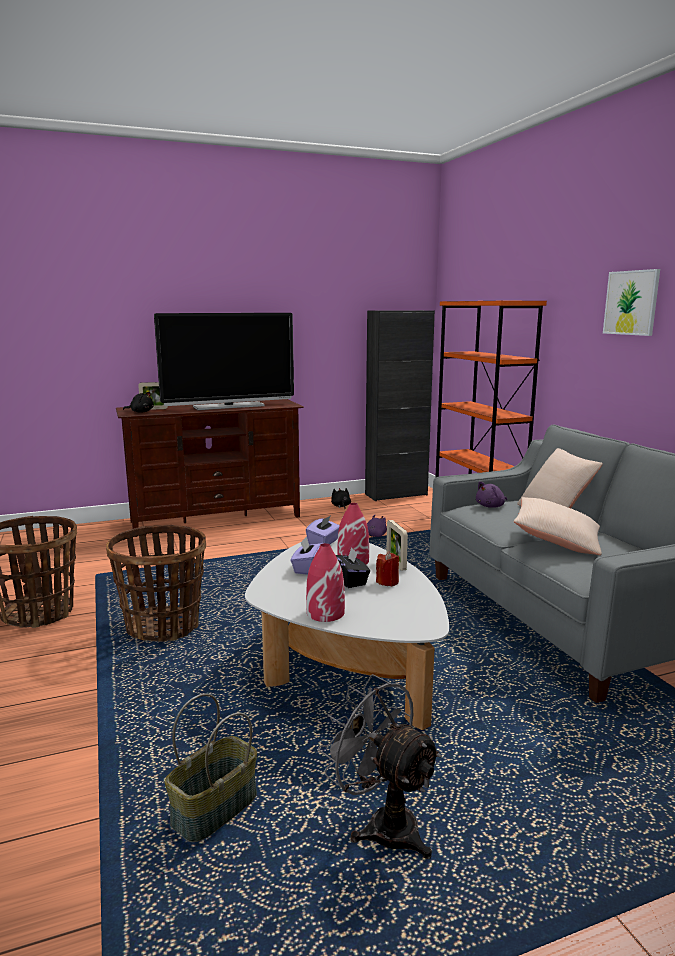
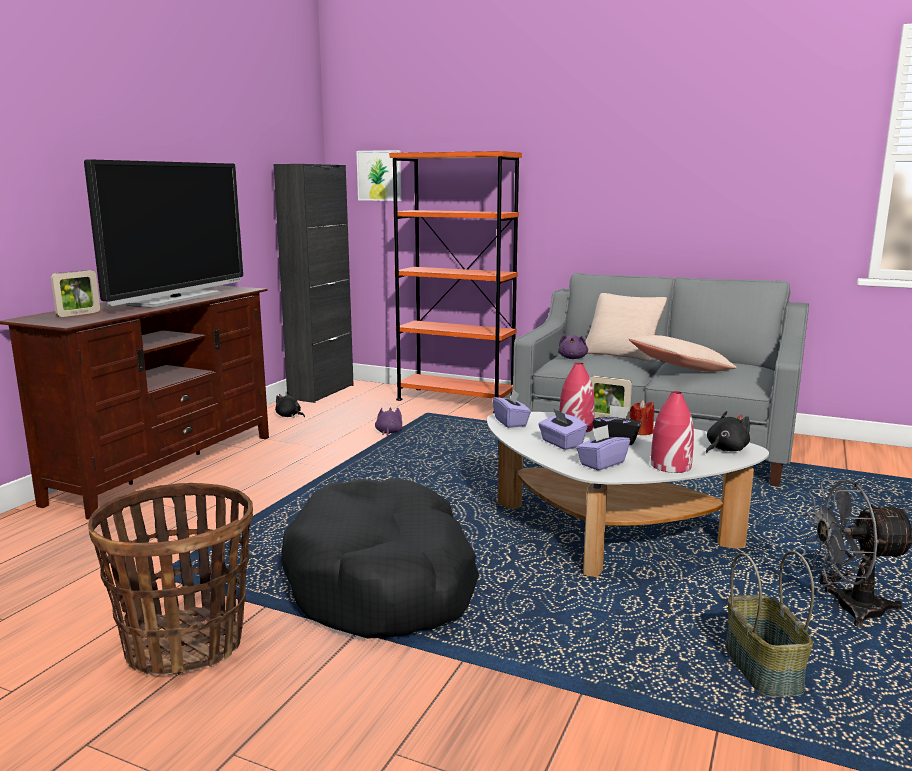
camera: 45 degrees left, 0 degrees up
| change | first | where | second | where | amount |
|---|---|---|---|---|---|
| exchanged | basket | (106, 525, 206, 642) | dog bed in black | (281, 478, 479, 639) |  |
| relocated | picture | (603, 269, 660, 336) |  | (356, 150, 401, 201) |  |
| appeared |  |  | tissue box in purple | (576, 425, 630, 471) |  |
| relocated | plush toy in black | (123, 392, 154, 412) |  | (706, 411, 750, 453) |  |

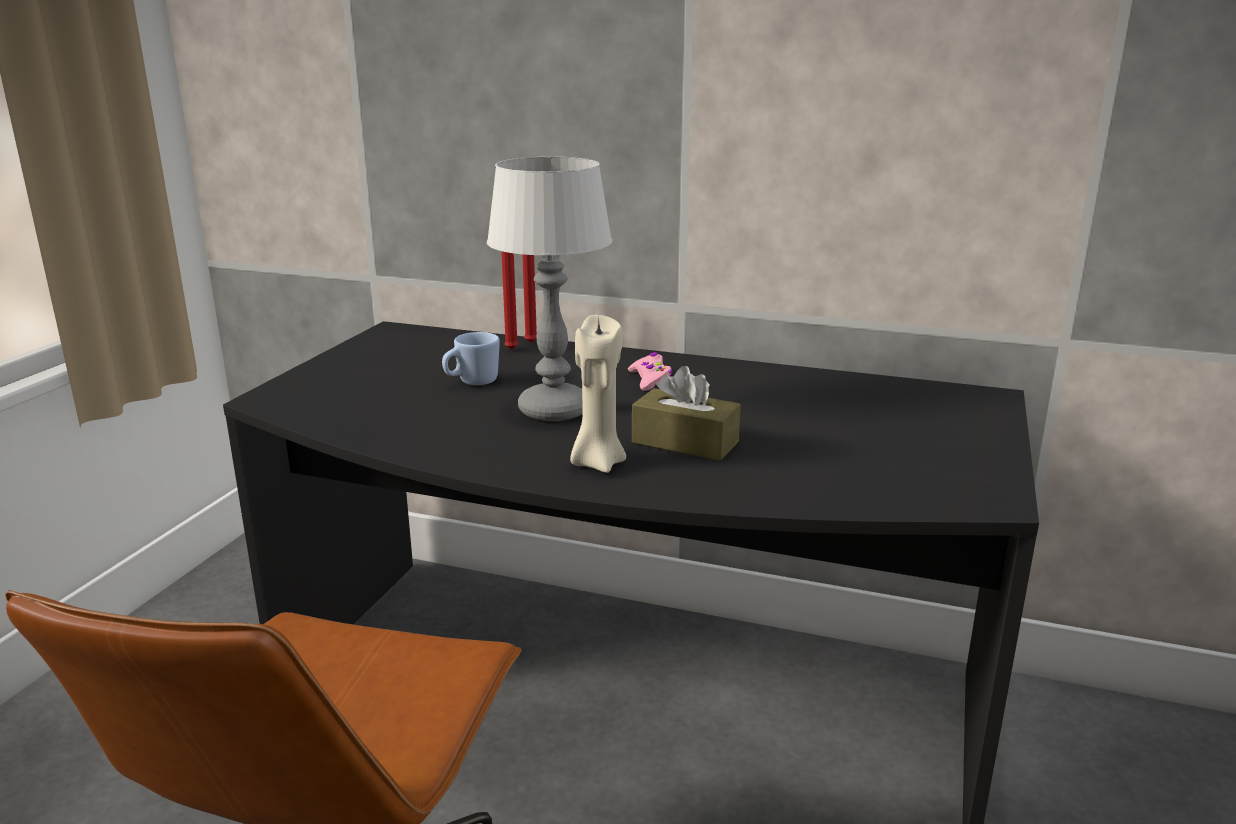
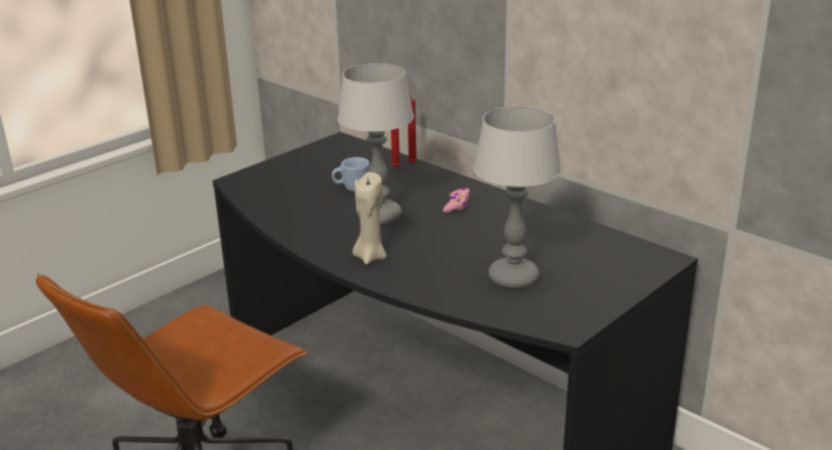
camera: 25 degrees right, 5 degrees up
| change | first | where | second | where | amount |
|---|---|---|---|---|---|
| appeared |  |  | table lamp | (474, 106, 561, 289) |  |
| missing | tissue box in brown | (632, 366, 741, 461) |  |  |  |

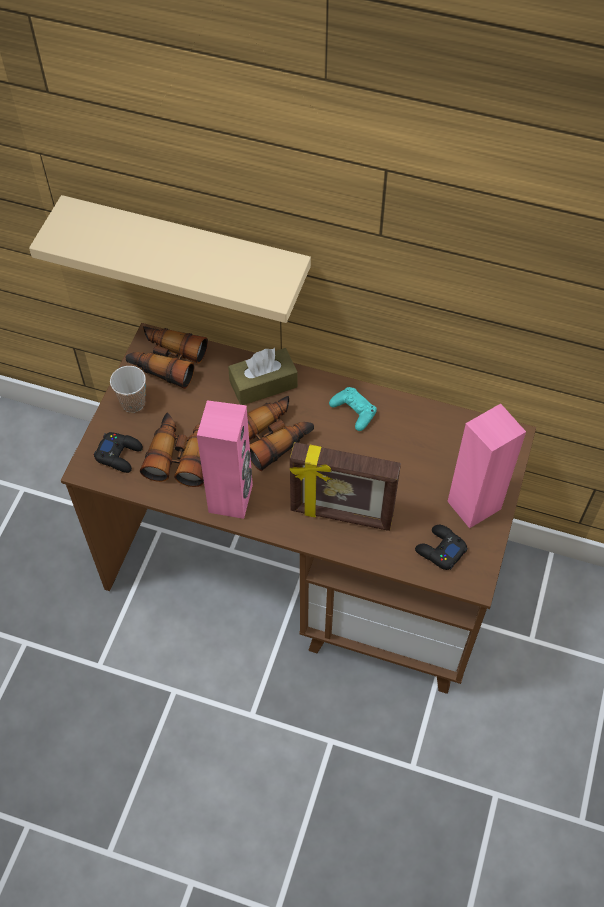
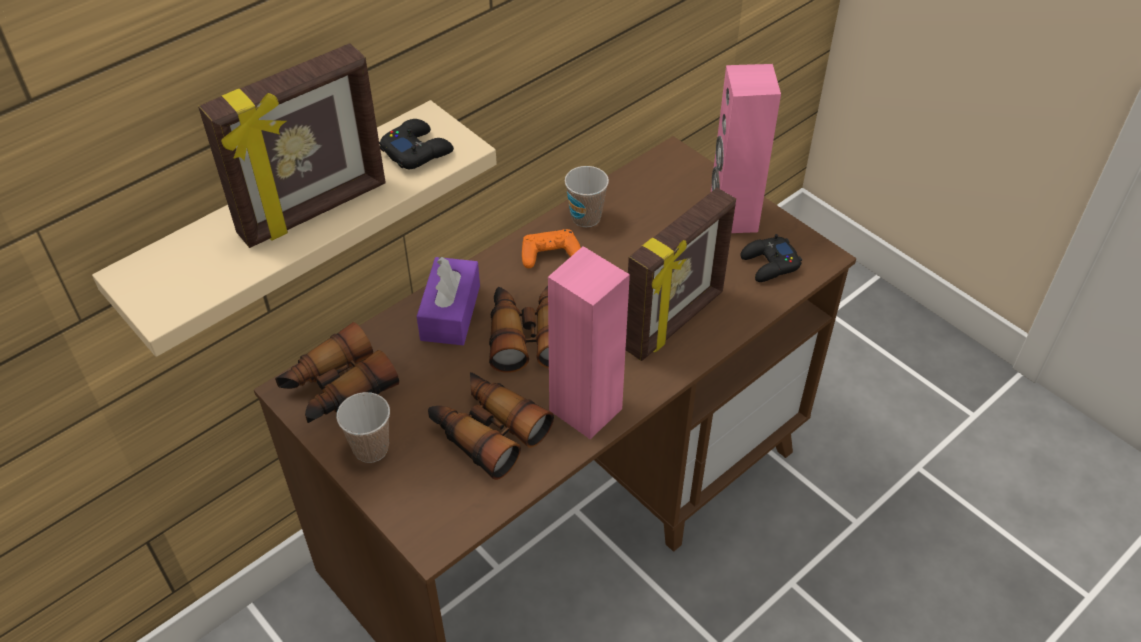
camera: 60 degrees left, 10 degrees down
| change | first | where | second | where | amount |
|---|---|---|---|---|---|
| appeared |  |  | picture frame | (198, 43, 386, 248) |  |
| relocated | game controller in black | (94, 432, 143, 473) |  | (379, 119, 454, 169) |  |
| colour | tissue box in brown | (228, 348, 298, 405) | tissue box in purple | (417, 257, 480, 345) |  |
| colour | game controller in turquoise | (329, 387, 377, 431) | game controller in orange | (522, 229, 581, 268) |  |
| appeared |  |  | cup | (565, 166, 609, 227) |  |

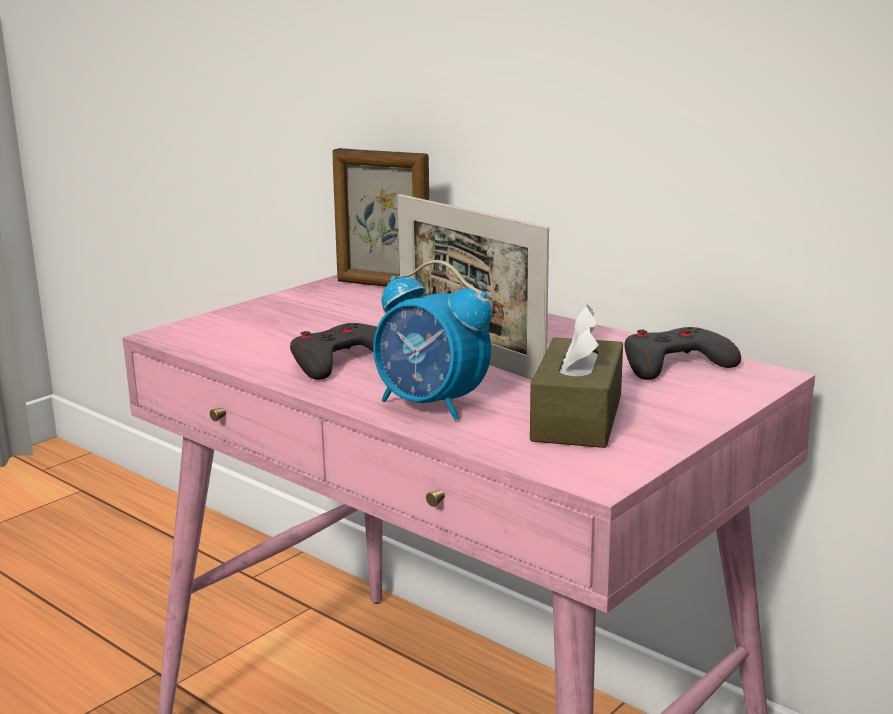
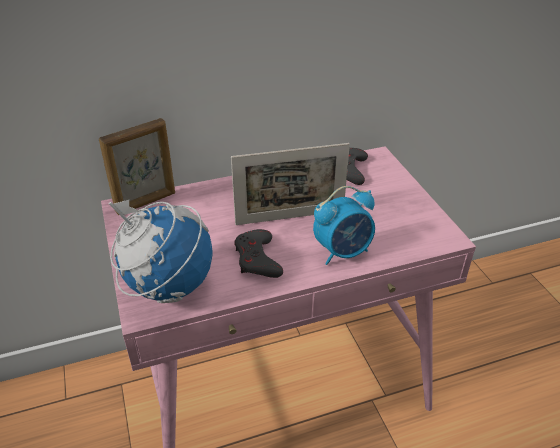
camera: 60 degrees left, 20 degrees up
| change | first | where | second | where | amount |
|---|---|---|---|---|---|
| appeared |  |  | globe | (109, 200, 213, 303) |  |
| missing | tissue box in brown | (530, 305, 623, 448) |  |  |  |

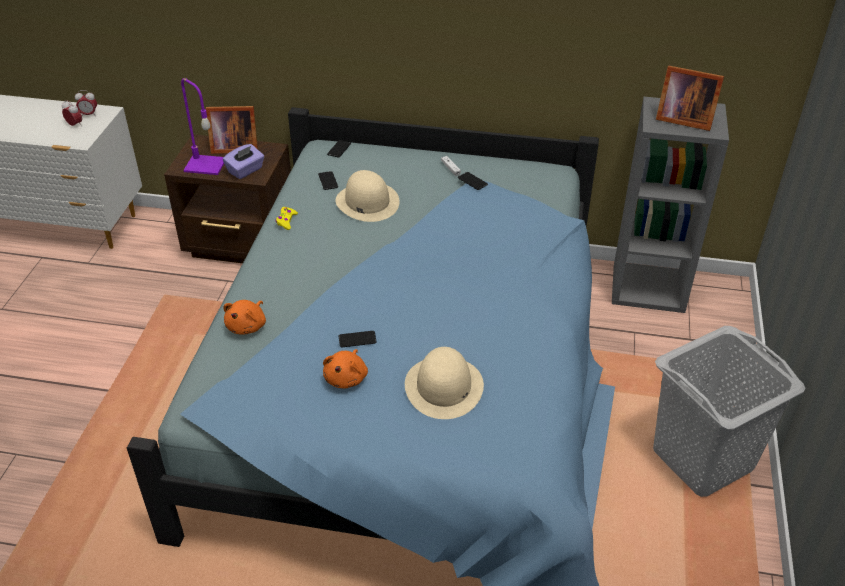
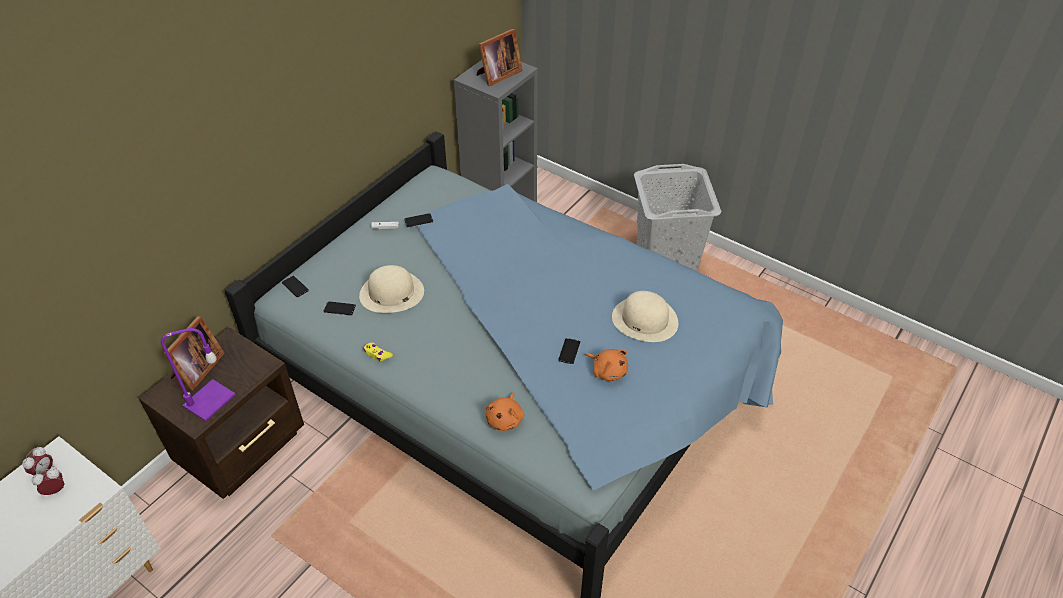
camera: 65 degrees left, 5 degrees up
| change | first | where | second | where | amount |
|---|---|---|---|---|---|
| spun | plush toy in orange | (223, 300, 266, 335) |  | (486, 393, 524, 431) | 60 degrees clockwise |
| missing | tissue box in purple | (223, 144, 264, 179) |  |  |  |

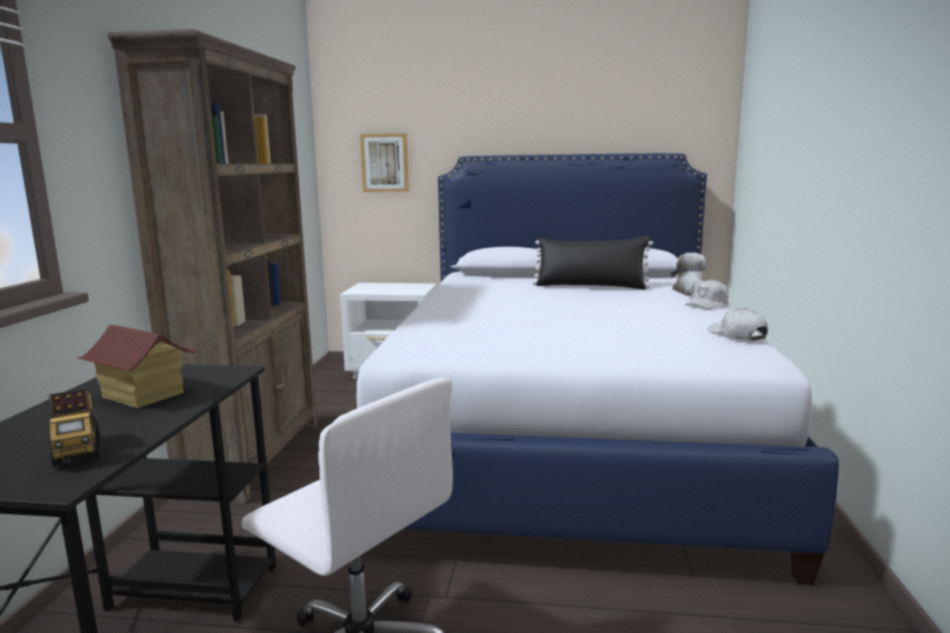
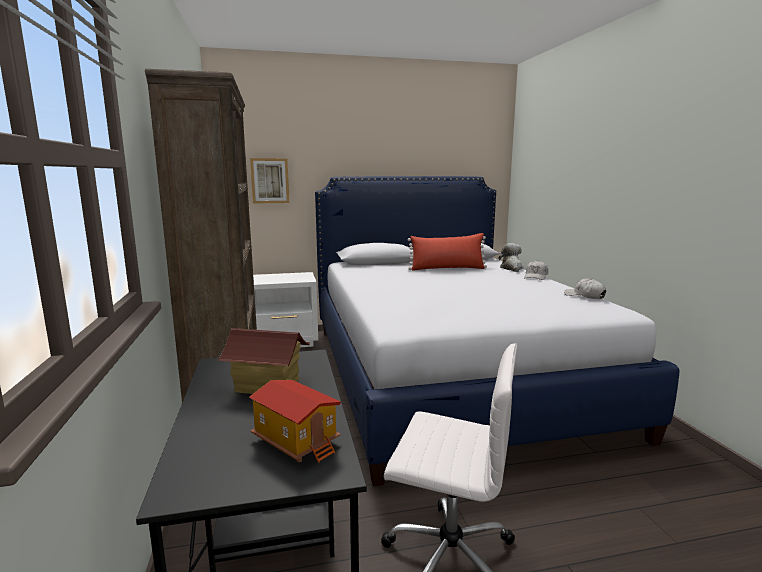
camera: 20 degrees left, 0 degrees up
| change | first | where | second | where | amount |
|---|---|---|---|---|---|
| exchanged | toy truck | (49, 389, 100, 467) | toy house | (249, 380, 341, 463) |  |
| colour | pillow in black | (532, 236, 653, 290) | pillow in red | (408, 233, 487, 271) |  |

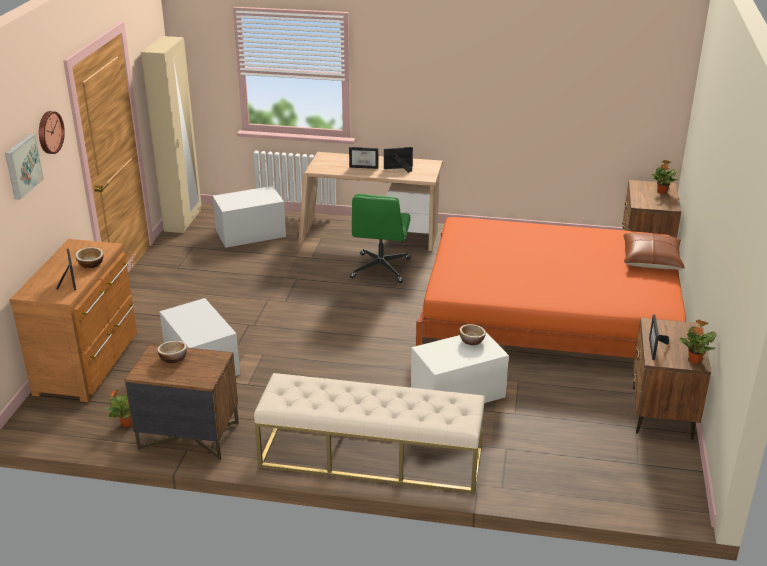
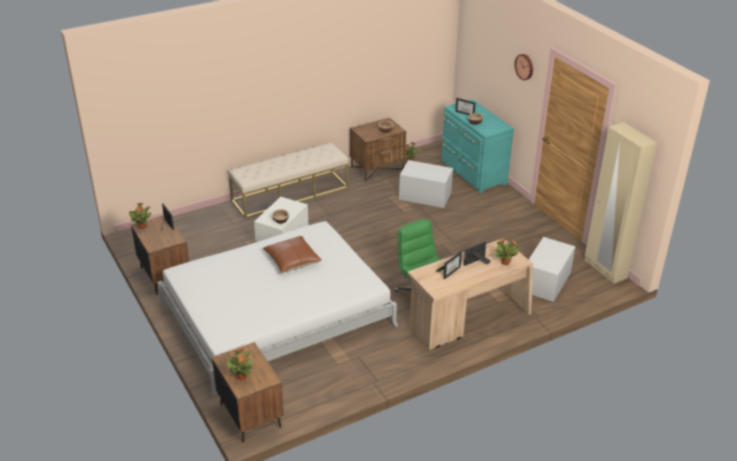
camera: 140 degrees right, 5 degrees up
| change | first | where | second | where | amount |
|---|---|---|---|---|---|
| colour | bed in orange | (416, 217, 686, 358) | bed in white | (157, 221, 398, 396) |  |
| relocated | pillow in brown | (623, 233, 685, 270) |  | (263, 236, 322, 273) |  |
| colour | dresser in brown | (9, 239, 137, 402) | dresser in turquoise | (441, 99, 514, 193) |  |
| appeared |  |  | potted plant | (495, 239, 520, 265) |  |
| missing | picture | (5, 134, 44, 200) |  |  |  |

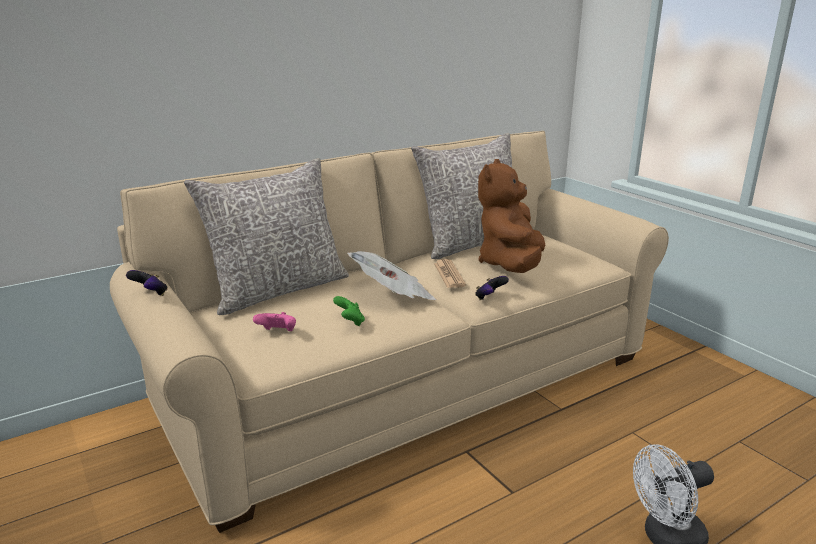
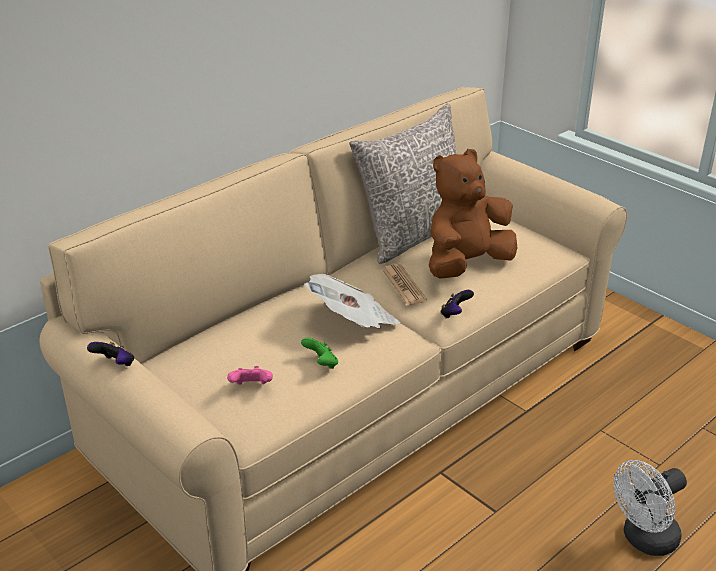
camera: 10 degrees left, 10 degrees up
| change | first | where | second | where | amount |
|---|---|---|---|---|---|
| spun | plush toy in brown | (478, 159, 545, 273) |  | (429, 149, 517, 279) | 45 degrees clockwise |
| missing | pillow in grey | (184, 158, 349, 315) |  |  |  |

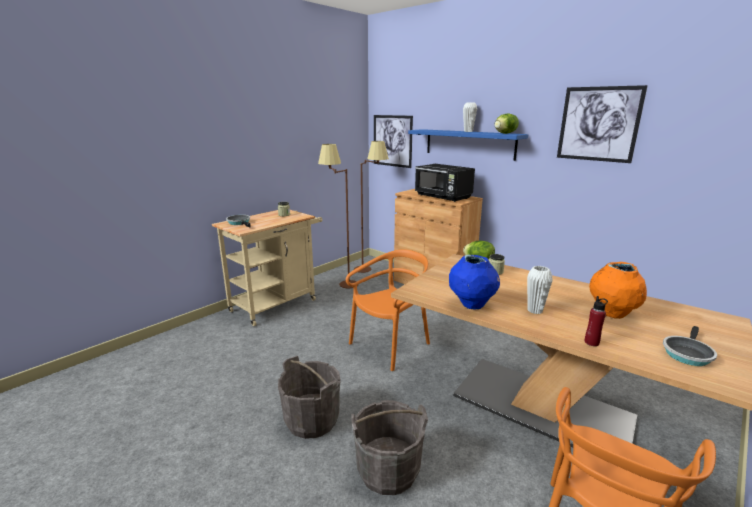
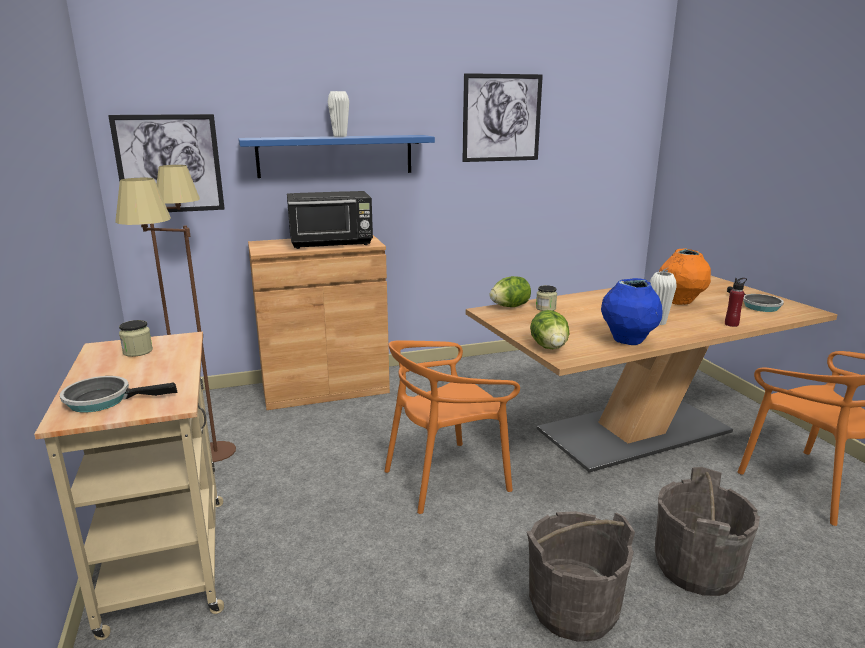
camera: 60 degrees left, 0 degrees up
| change | first | where | second | where | amount |
|---|---|---|---|---|---|
| spun | chair in orange | (346, 249, 430, 371) |  | (384, 340, 520, 514) | 105 degrees counterclockwise |
| relocated | lettuce | (494, 113, 519, 134) |  | (530, 310, 569, 349) |  |

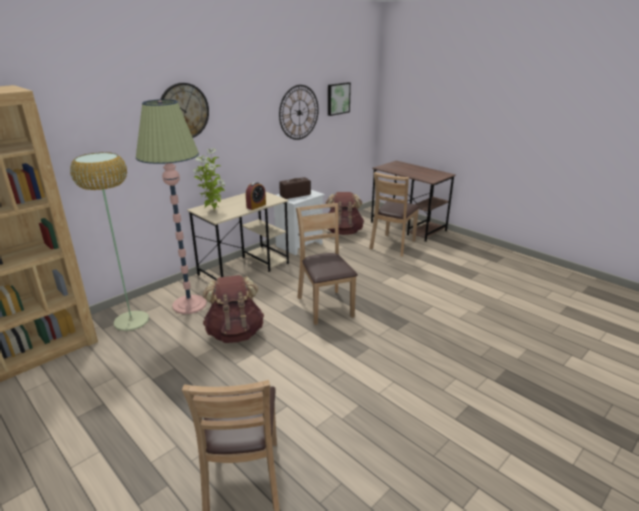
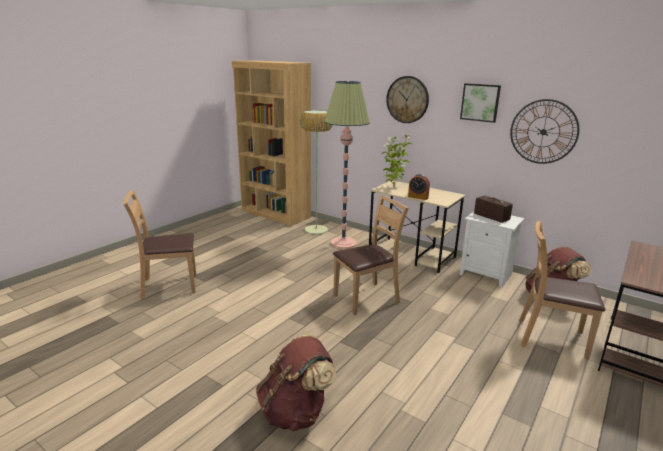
camera: 80 degrees right, 5 degrees down
| change | first | where | second | where | amount |
|---|---|---|---|---|---|
| relocated | backpack in brown | (203, 275, 264, 343) |  | (256, 334, 337, 431) |  |
| relocated | picture | (328, 82, 351, 116) |  | (460, 83, 501, 123) |  |

